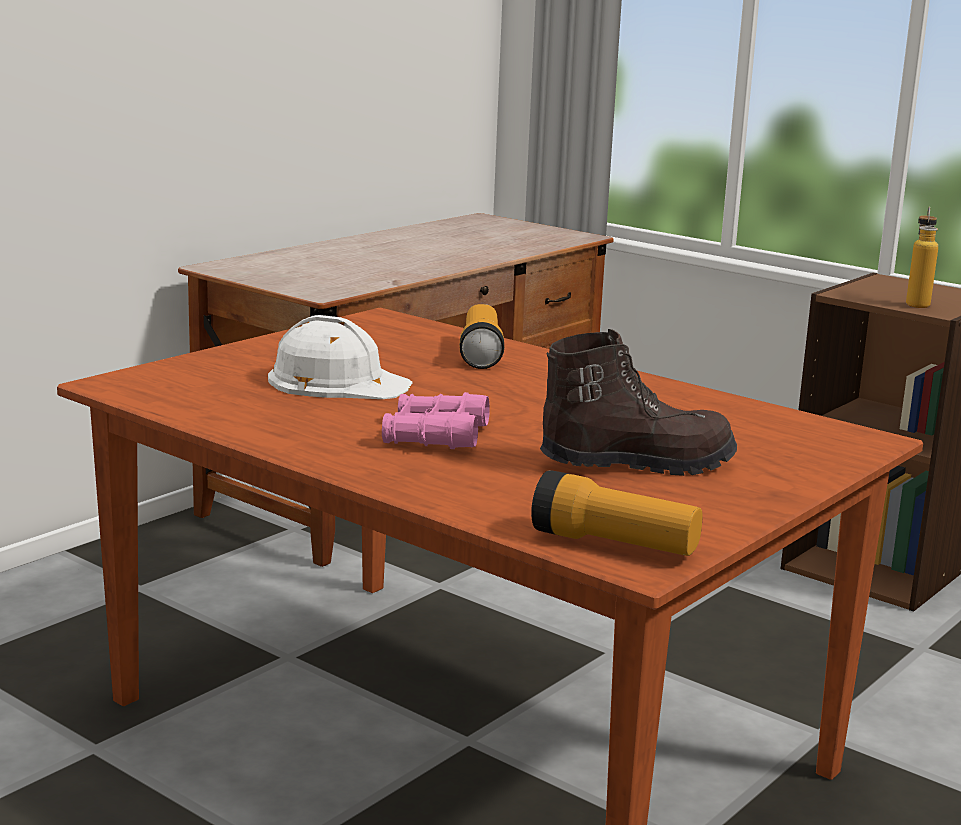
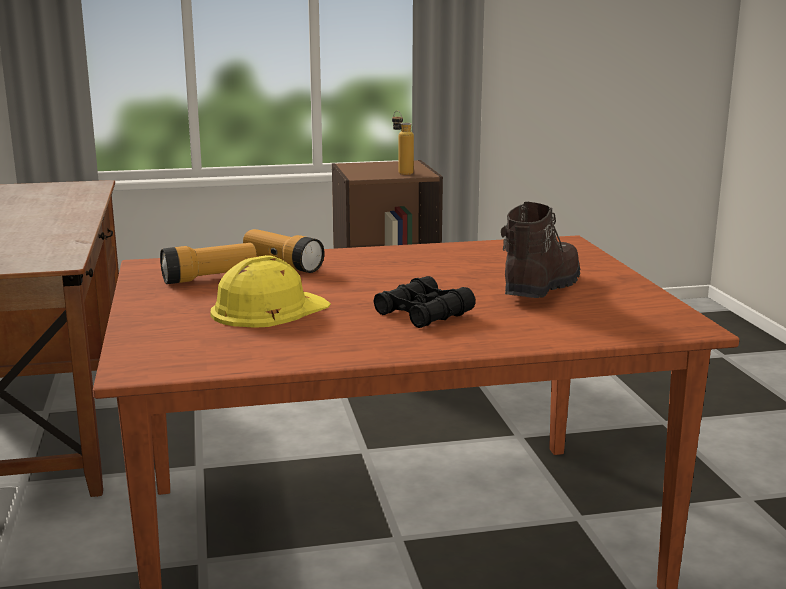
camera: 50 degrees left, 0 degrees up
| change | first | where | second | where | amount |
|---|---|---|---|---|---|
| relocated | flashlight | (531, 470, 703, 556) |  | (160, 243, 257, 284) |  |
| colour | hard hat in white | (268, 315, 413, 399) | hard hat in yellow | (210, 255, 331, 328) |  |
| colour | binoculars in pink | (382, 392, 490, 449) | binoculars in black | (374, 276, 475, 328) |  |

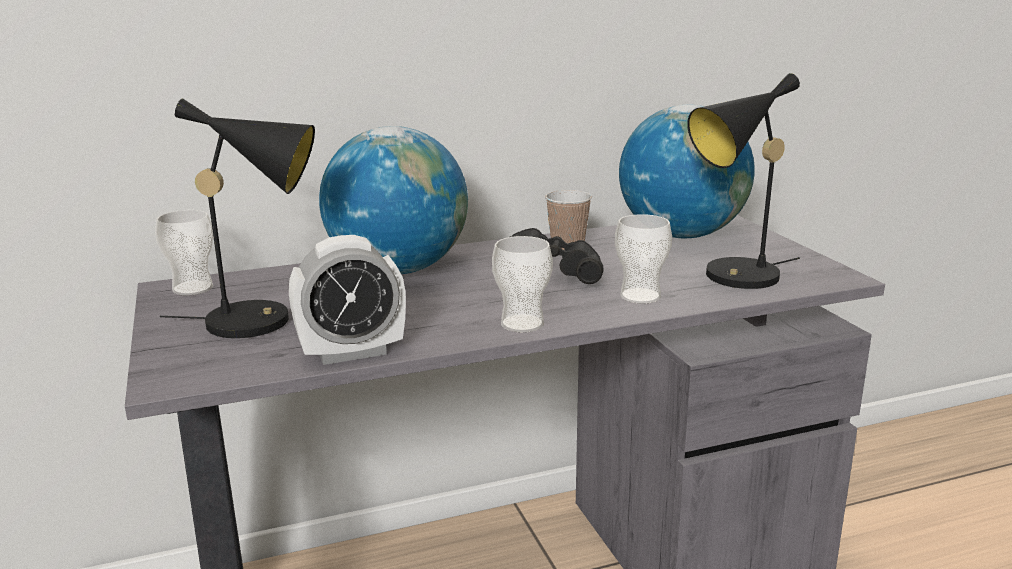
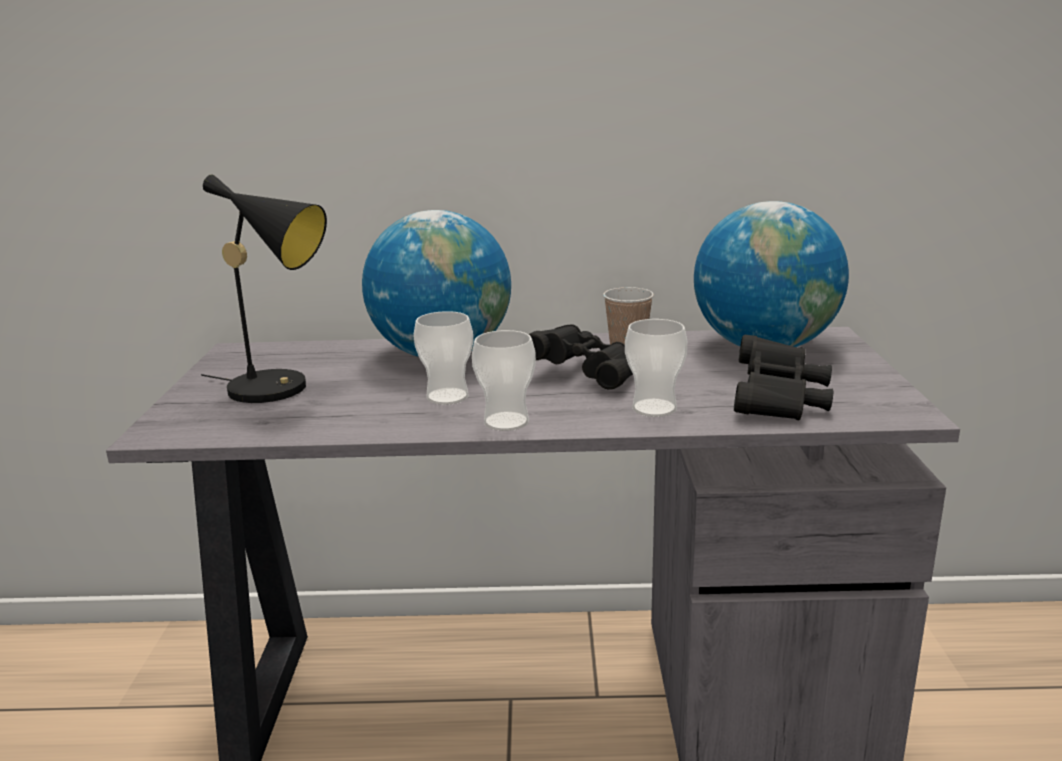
camera: 20 degrees right, 0 degrees up
| change | first | where | second | where | amount |
|---|---|---|---|---|---|
| relocated | cup | (155, 210, 213, 296) |  | (414, 311, 474, 405) |  |
| exchanged | table lamp in black | (687, 73, 800, 289) | binoculars in black | (734, 335, 833, 420) |  |
| missing | alarm clock | (289, 235, 406, 365) |  |  |  |

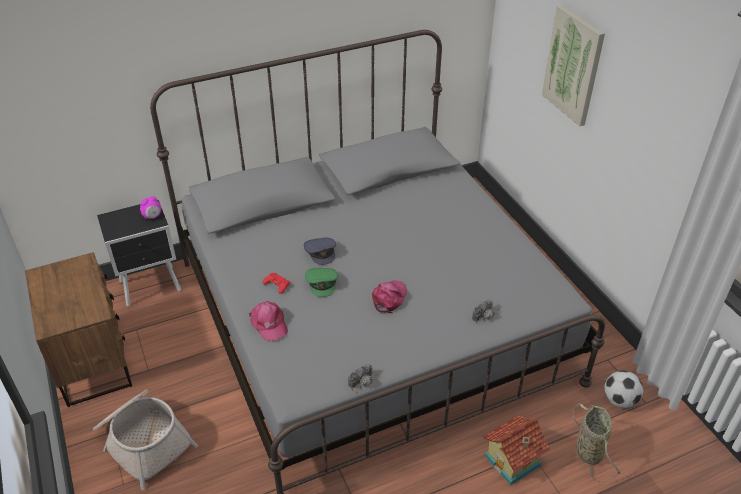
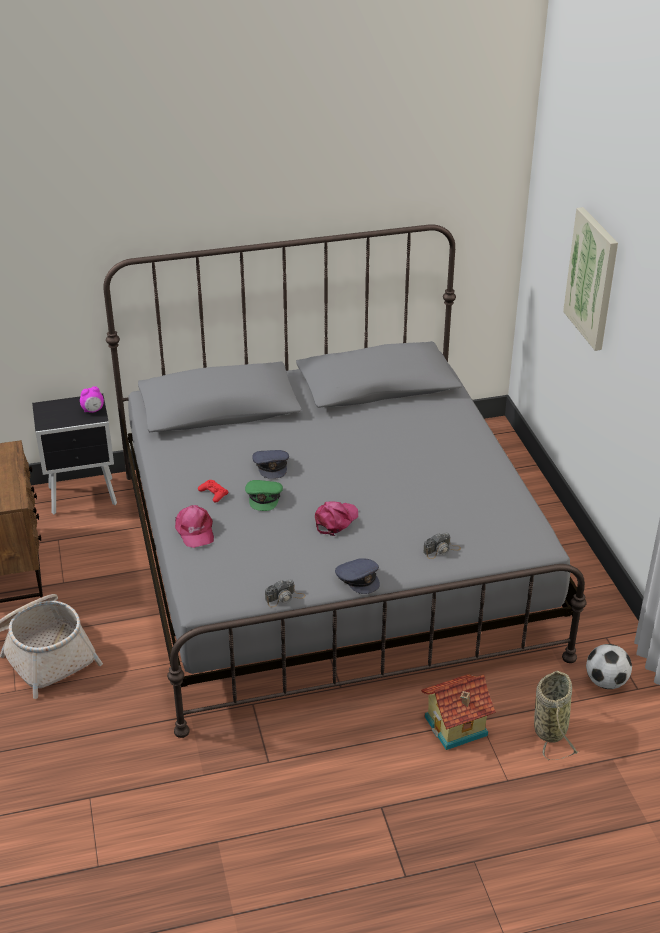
camera: 10 degrees right, 5 degrees down
| change | first | where | second | where | amount |
|---|---|---|---|---|---|
| appeared |  |  | cap in grey | (335, 558, 380, 594) |  |

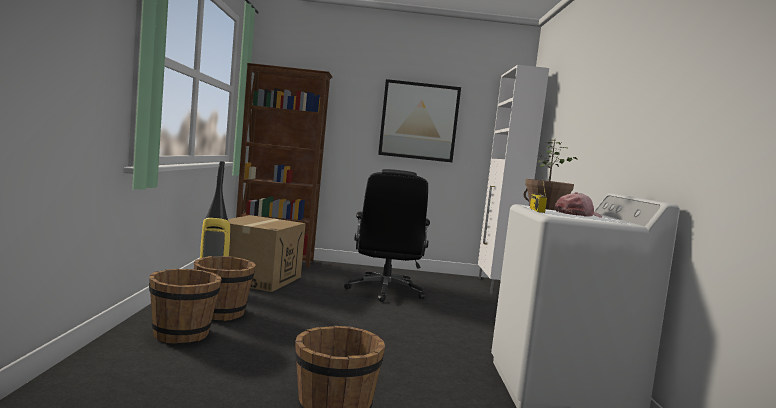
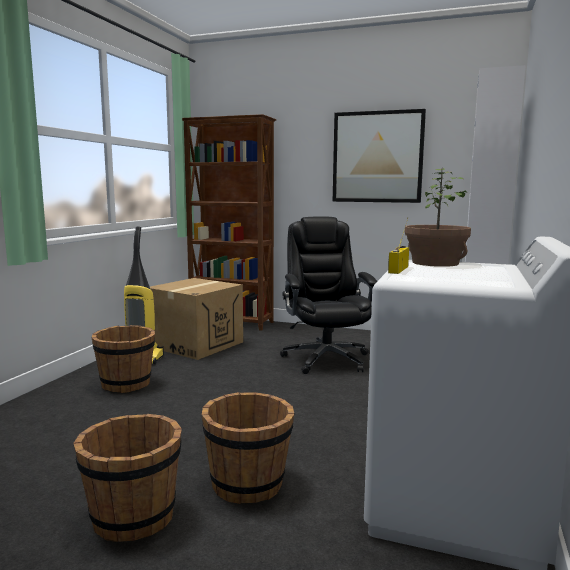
camera: 20 degrees right, 5 degrees up
| change | first | where | second | where | amount |
|---|---|---|---|---|---|
| relocated | bucket in brown | (149, 269, 222, 344) |  | (202, 392, 294, 504) |  |
| spun | office chair in black | (344, 169, 430, 302) |  | (280, 216, 377, 374) | 150 degrees clockwise |
| missing | cap in pink | (555, 192, 602, 218) |  |  |  |

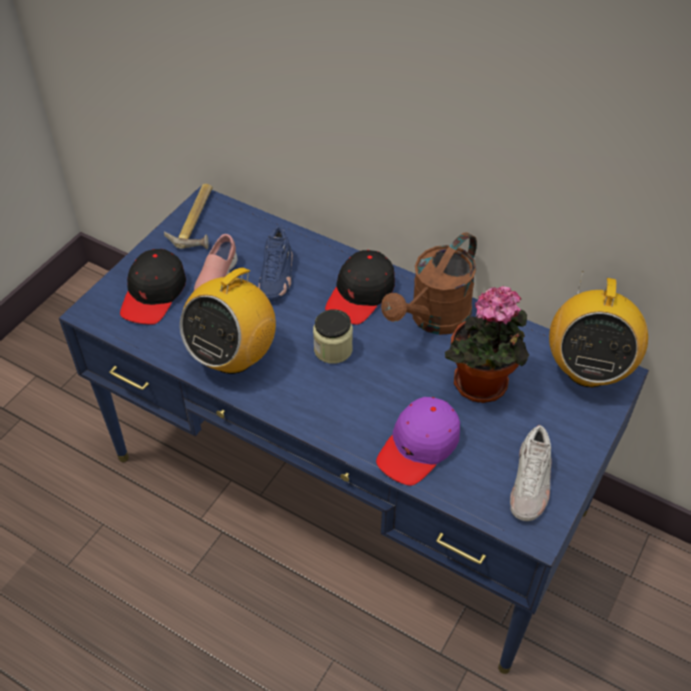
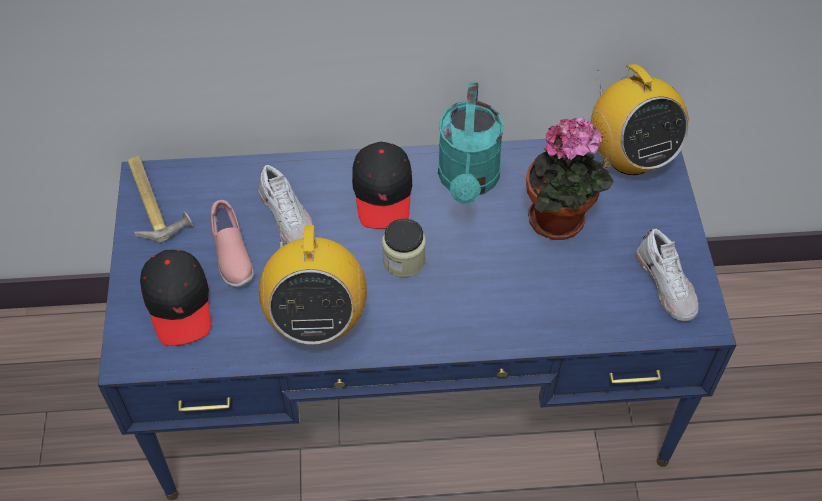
camera: 35 degrees left, 5 degrees up
| change | first | where | second | where | amount |
|---|---|---|---|---|---|
| colour | shoe in blue | (258, 226, 293, 302) | shoe in white | (258, 165, 313, 244) |  |
| colour | watering can in brown | (381, 232, 477, 335) | watering can in turquoise | (438, 82, 504, 204) |  |
| missing | cap in purple | (376, 397, 460, 486) |  |  |  |

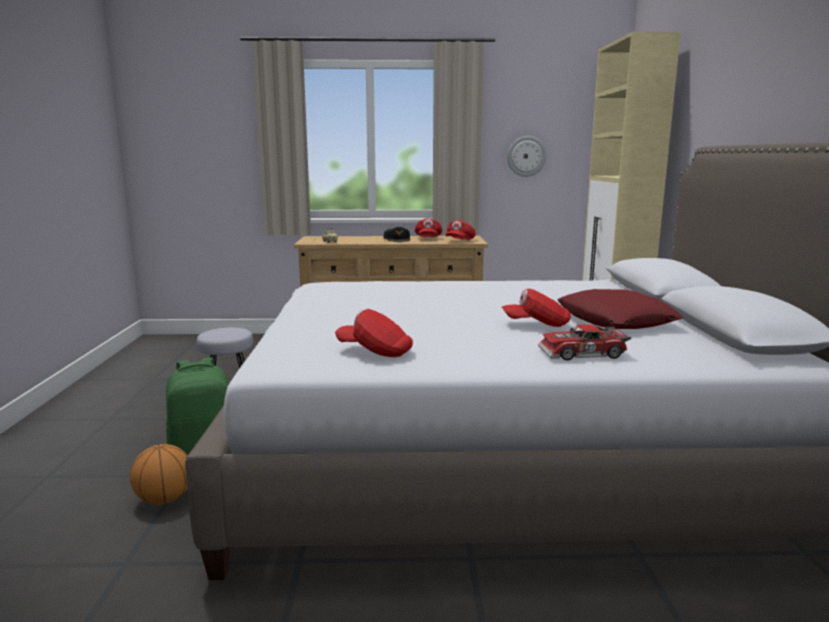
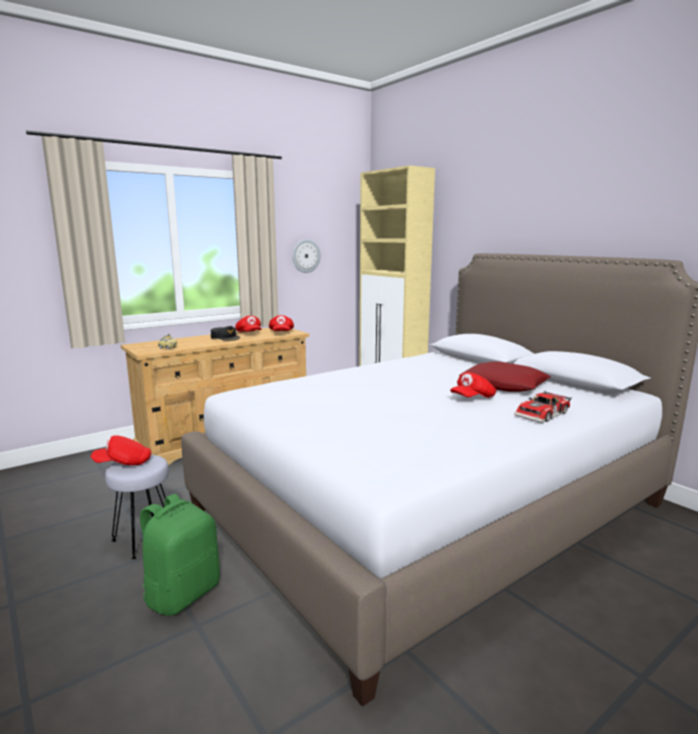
camera: 35 degrees left, 0 degrees up
| change | first | where | second | where | amount |
|---|---|---|---|---|---|
| relocated | cap in red | (335, 309, 413, 357) |  | (91, 435, 151, 466) |  |
| missing | basketball | (130, 444, 188, 505) |  |  |  |

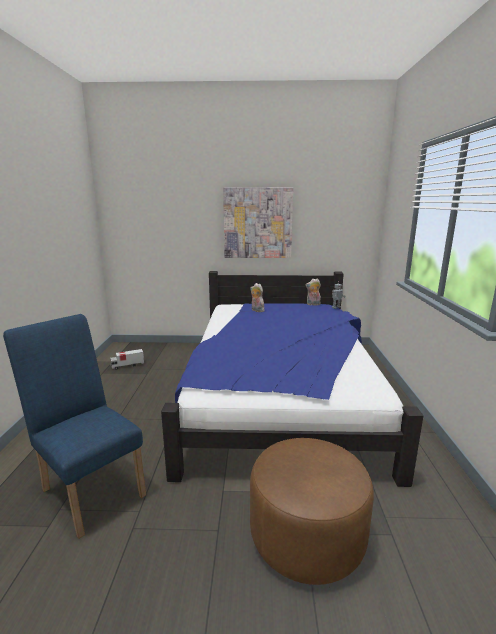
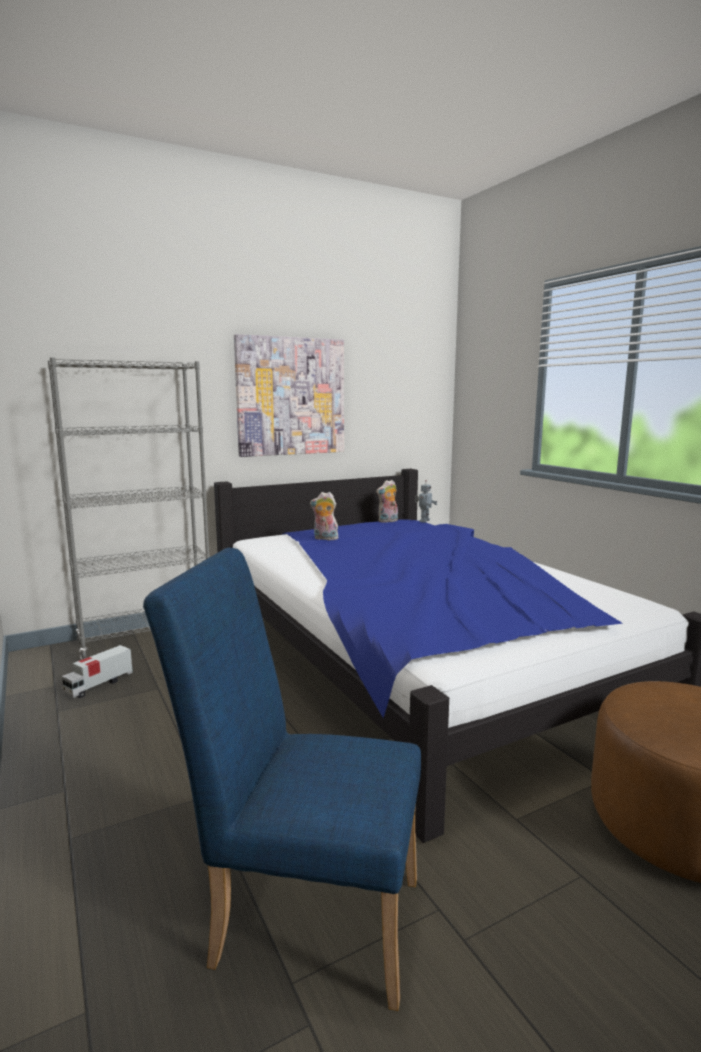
camera: 30 degrees left, 5 degrees down
| change | first | where | second | where | amount |
|---|---|---|---|---|---|
| appeared |  |  | bookcase in grey | (48, 357, 210, 659) |  |

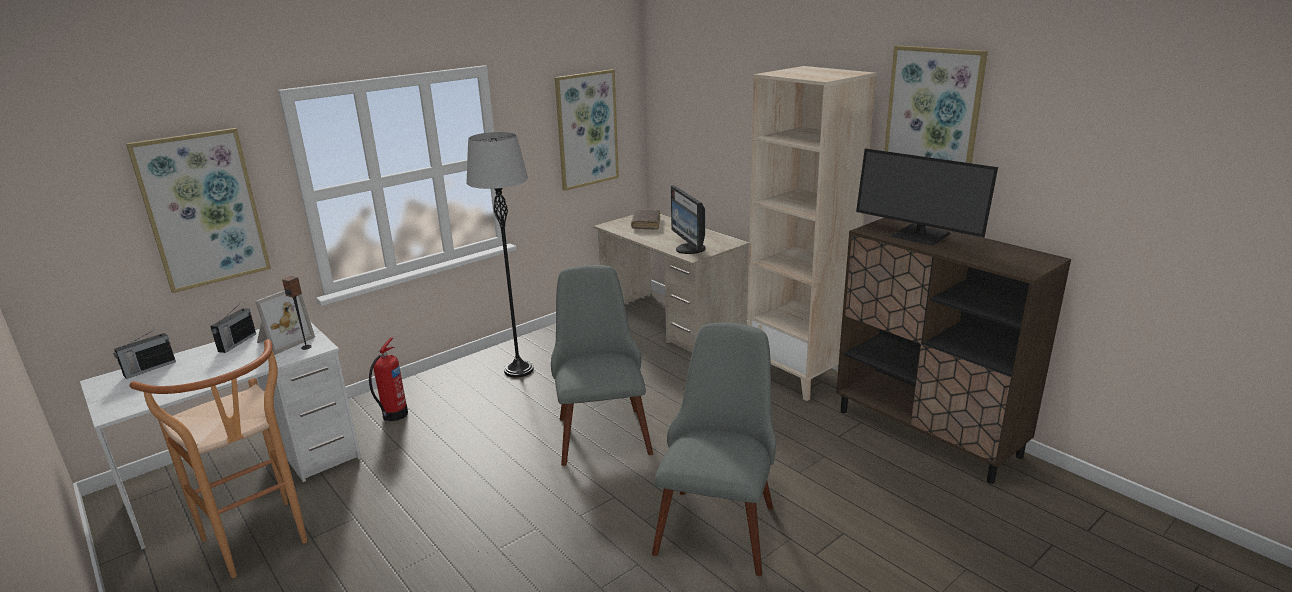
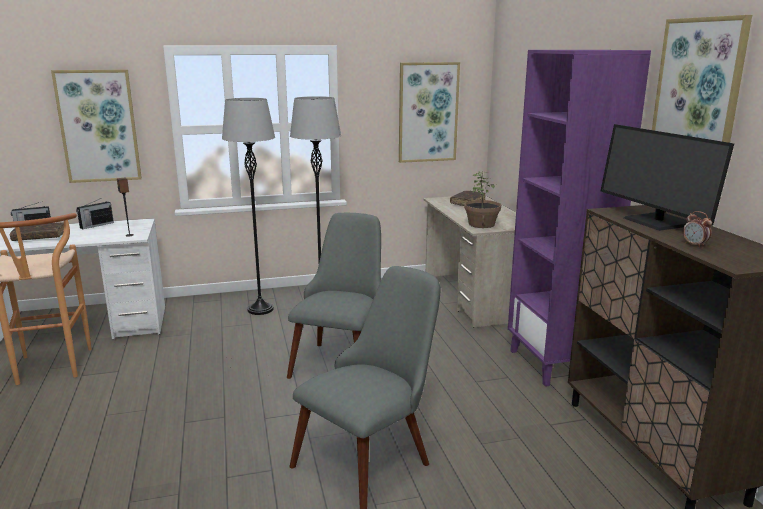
camera: 25 degrees right, 5 degrees down
| change | first | where | second | where | amount |
|---|---|---|---|---|---|
| appeared |  |  | book in brown | (10, 222, 64, 241) |  |
| appeared |  |  | floor lamp in grey | (222, 98, 275, 315) |  |
| exchanged | monitor | (671, 185, 706, 254) | potted plant | (464, 172, 501, 228) |  |
| colour | bookcase in beige | (747, 66, 877, 401) | bookcase in purple | (508, 50, 651, 387) |  |
| appeared |  |  | alarm clock | (683, 211, 712, 248) |  |
| missing | picture frame | (255, 290, 315, 355) |  |  |  |
| missing | fire extinguisher | (369, 337, 408, 421) |  |  |  |

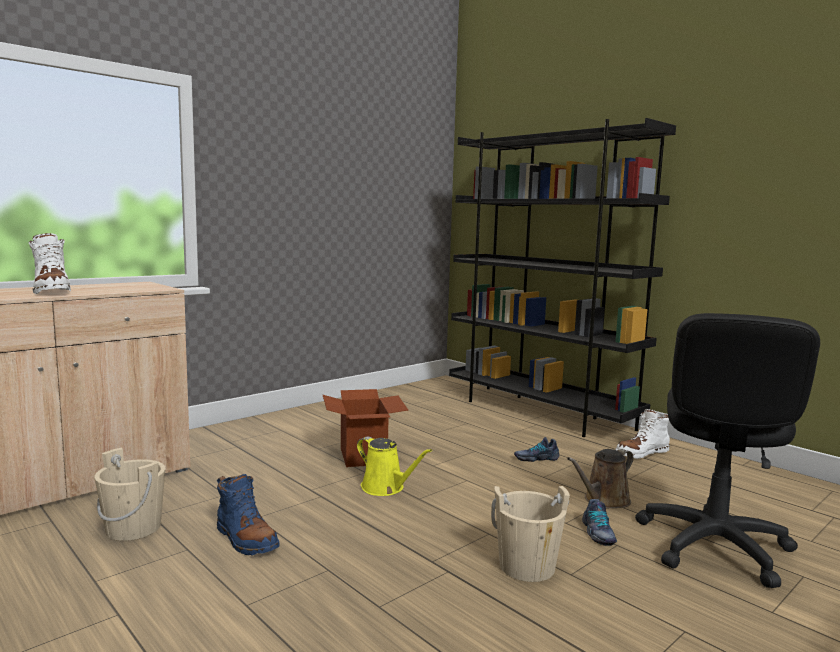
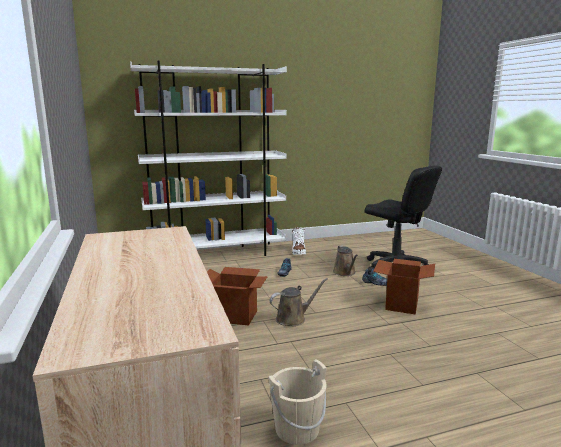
camera: 65 degrees left, 5 degrees up
| change | first | where | second | where | amount |
|---|---|---|---|---|---|
| colour | bookcase in black | (449, 118, 676, 437) | bookcase in white | (130, 61, 287, 256) |  |
| colour | watering can in yellow | (357, 436, 432, 496) | watering can in brown | (270, 278, 328, 326) |  |
| exchanged | bucket in beige | (491, 486, 570, 582) | cardboard box | (373, 259, 435, 315) |  |
| missing | boot in white | (29, 233, 71, 294) |  |  |  |
| missing | boot in blue | (217, 474, 280, 555) |  |  |  |

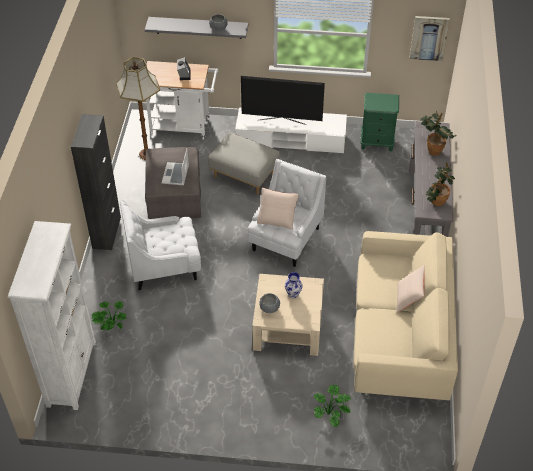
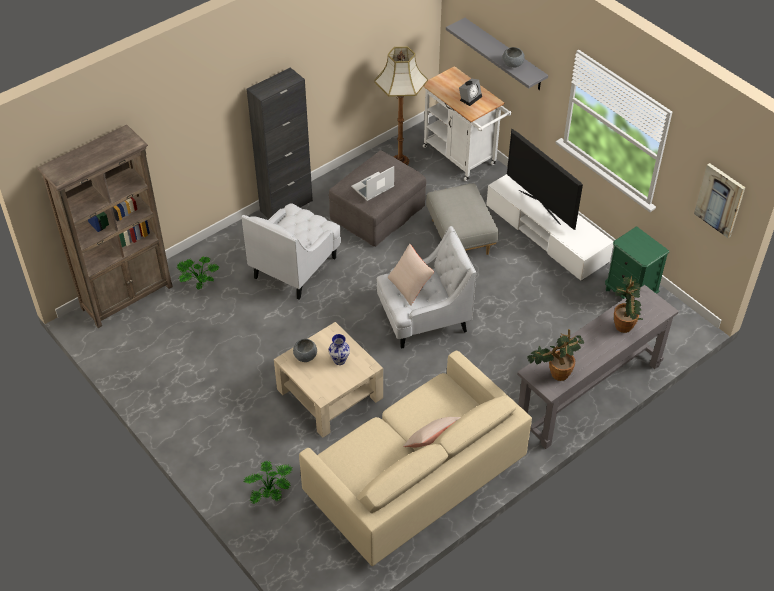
camera: 45 degrees right, 0 degrees up
| change | first | where | second | where | amount |
|---|---|---|---|---|---|
| colour | bookcase in white | (8, 221, 96, 410) | bookcase in brown | (37, 125, 173, 328) |  |
| spun | armchair in white | (120, 200, 201, 290) |  | (242, 203, 341, 299) | 90 degrees counterclockwise |

